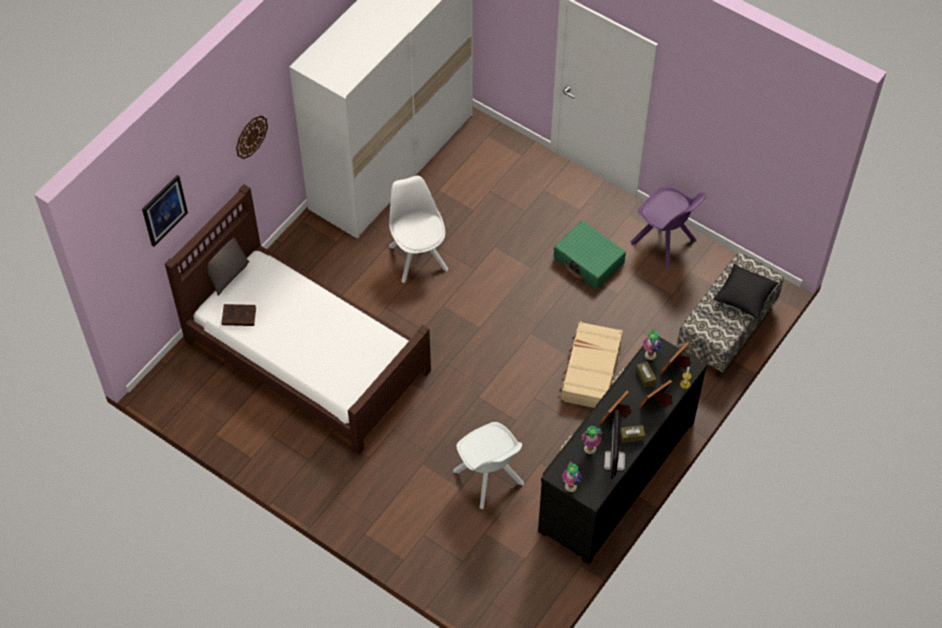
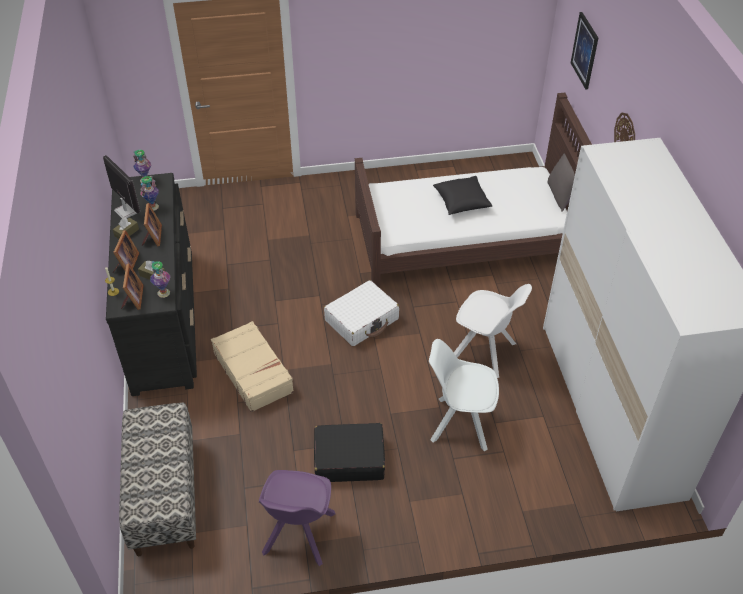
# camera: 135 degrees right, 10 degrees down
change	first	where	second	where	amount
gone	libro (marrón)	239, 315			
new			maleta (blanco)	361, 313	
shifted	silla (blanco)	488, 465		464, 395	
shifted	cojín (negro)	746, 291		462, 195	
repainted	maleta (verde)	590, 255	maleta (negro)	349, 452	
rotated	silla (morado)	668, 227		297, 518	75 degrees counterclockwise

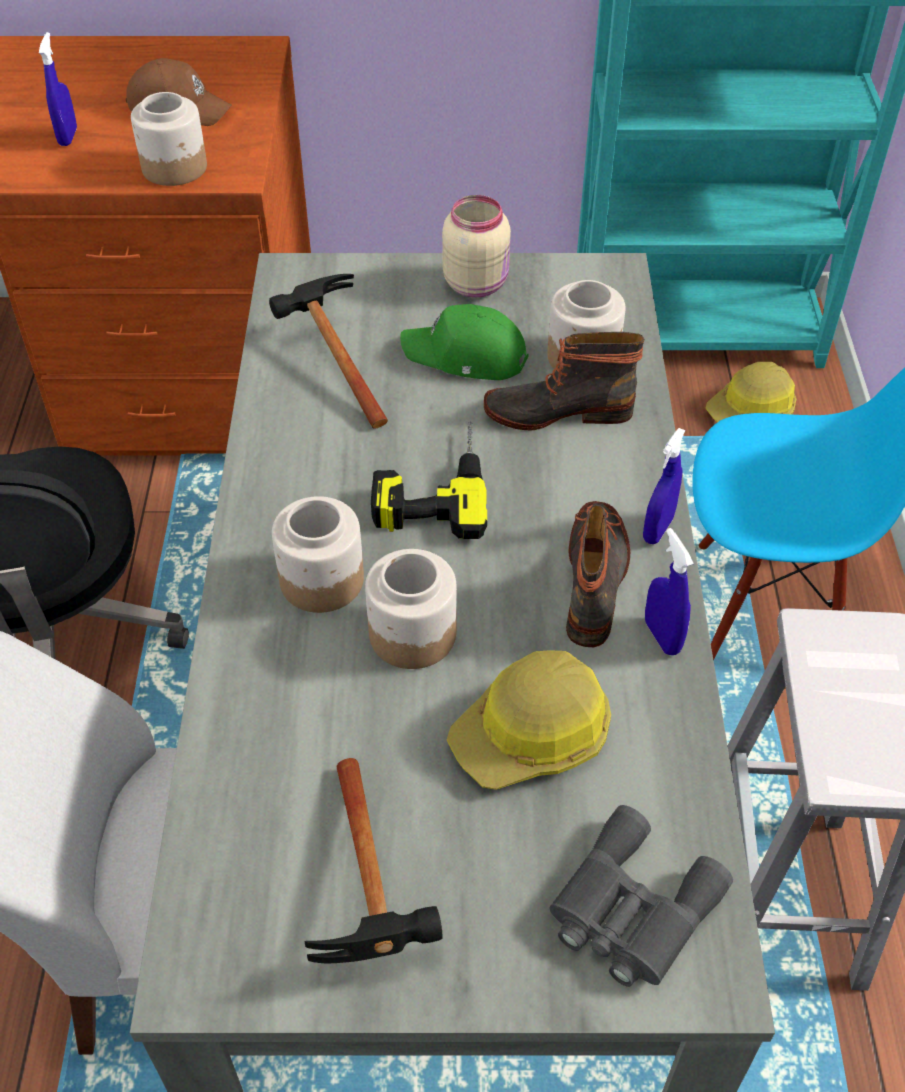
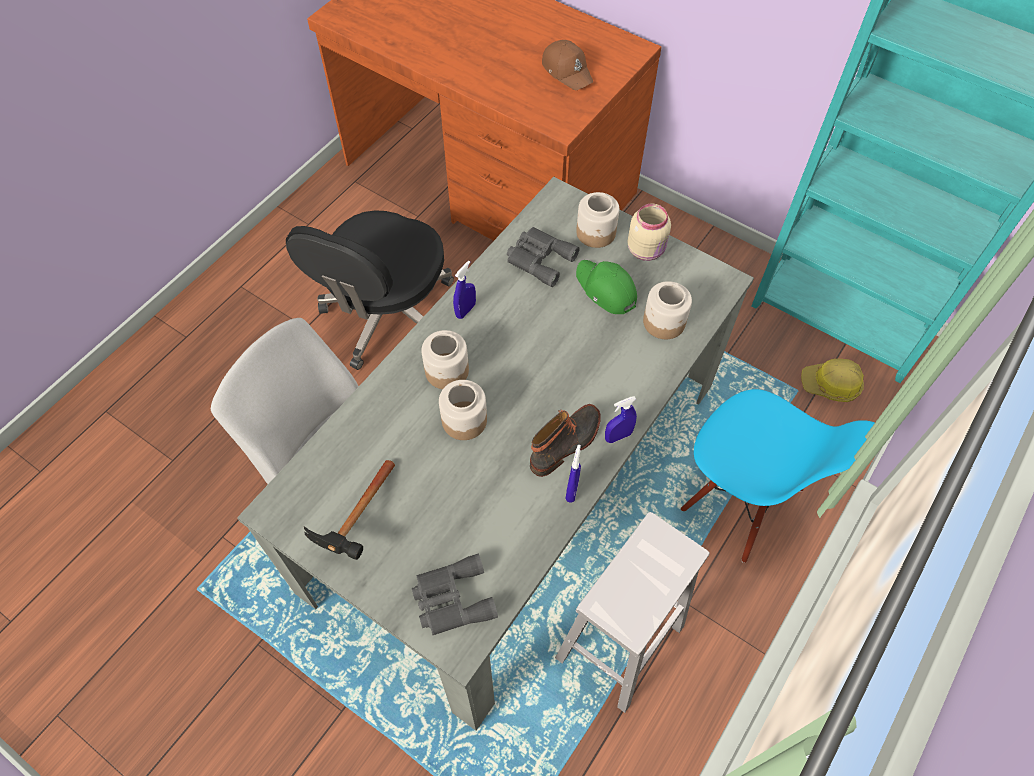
# camera: 35 degrees right, 10 degrees up
change	first	where	second	where	amount
gone	taladro	429, 480			
gone	casco	529, 720			
gone	bota	564, 381			
shifted	pulverizador (azul)	58, 89		464, 290	
shifted	tarro	169, 139		597, 220	
swapped	martillo	328, 351	prismáticos (gris)	543, 257	

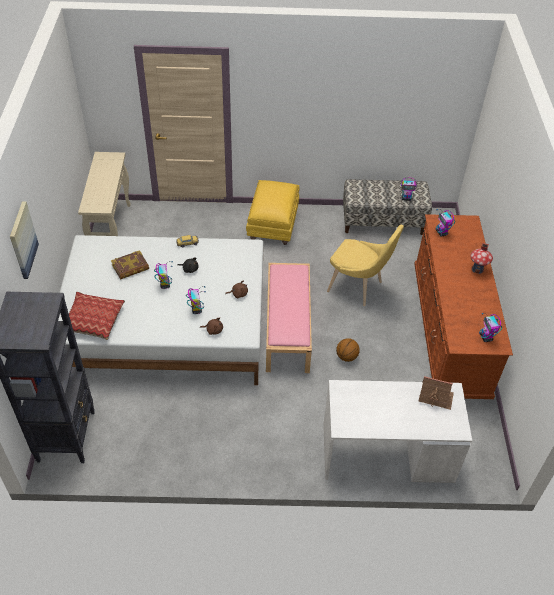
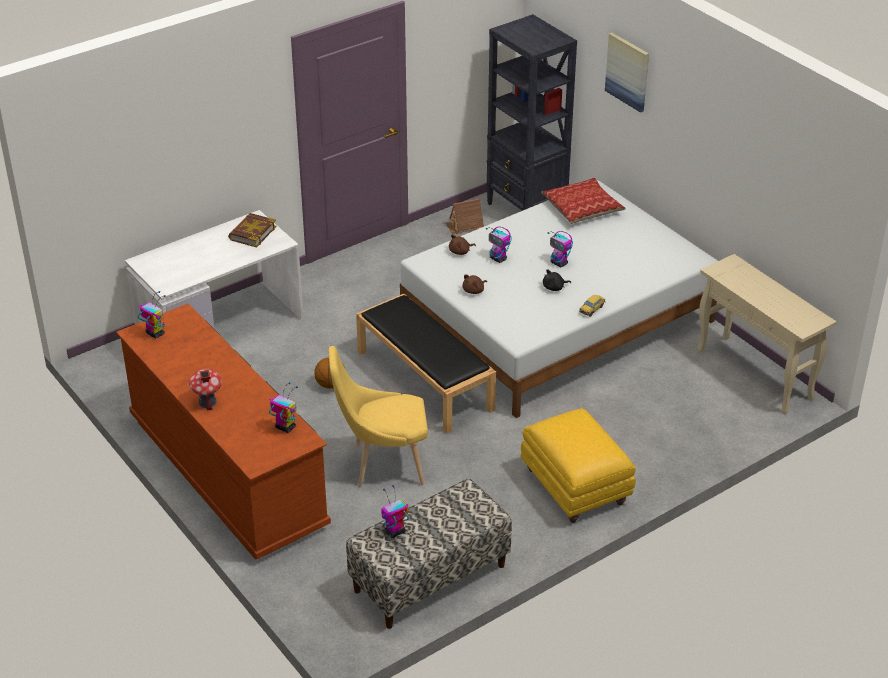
# camera: 145 degrees right, 10 degrees down
change	first	where	second	where	amount
shifted	libro	130, 265		252, 230	
shifted	casita	436, 393		464, 216	
repainted	banco (rosa)	289, 318	banco (negro)	426, 363	

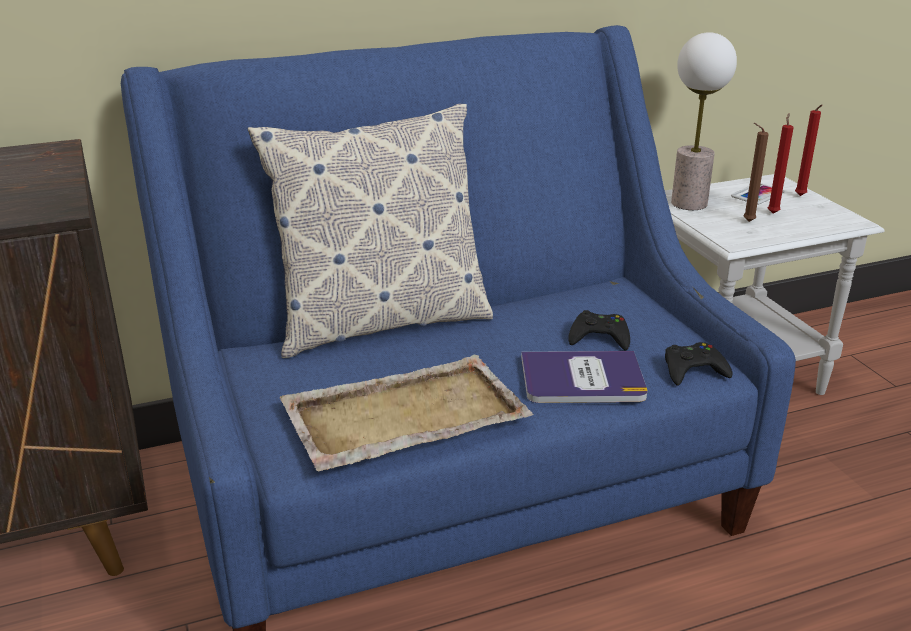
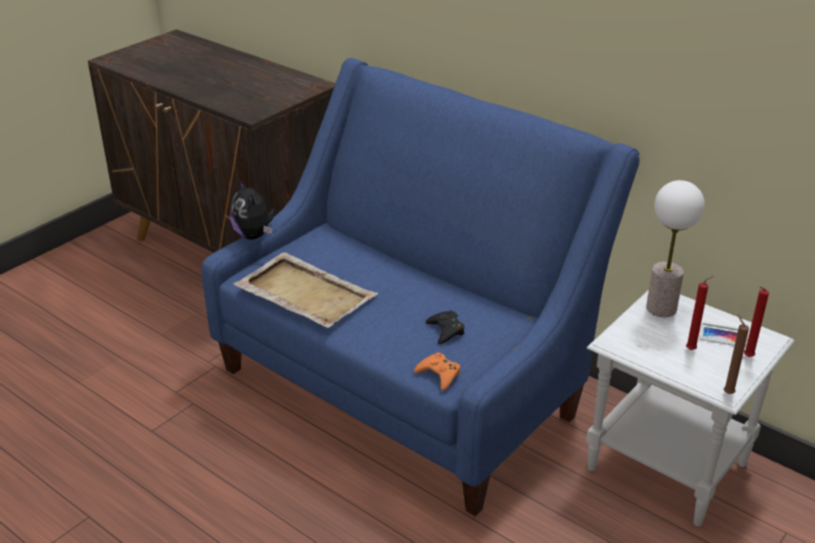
# camera: 60 degrees right, 5 degrees up
change	first	where	second	where	amount
gone	cojín	370, 231			
gone	libro	584, 377			
new			peluche	253, 209	
shifted	vela (marrón)	756, 172		736, 354	
repainted	mando de consola (negro)	699, 364	mando de consola (naranja)	437, 371	

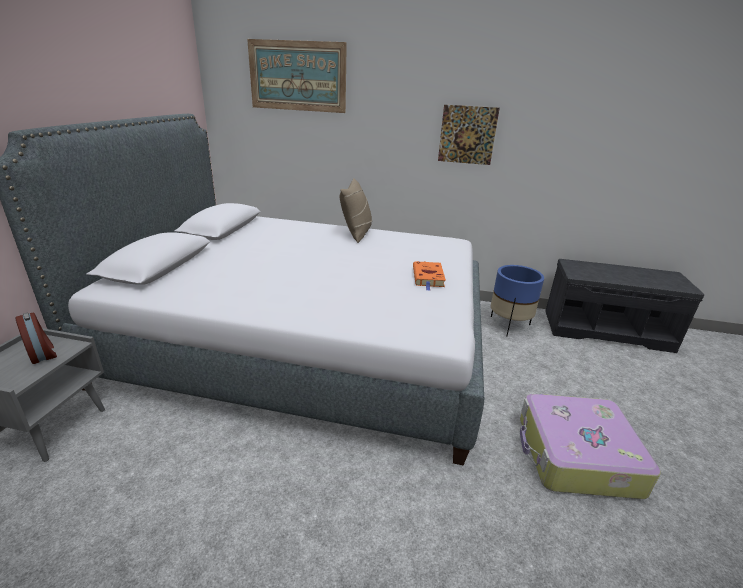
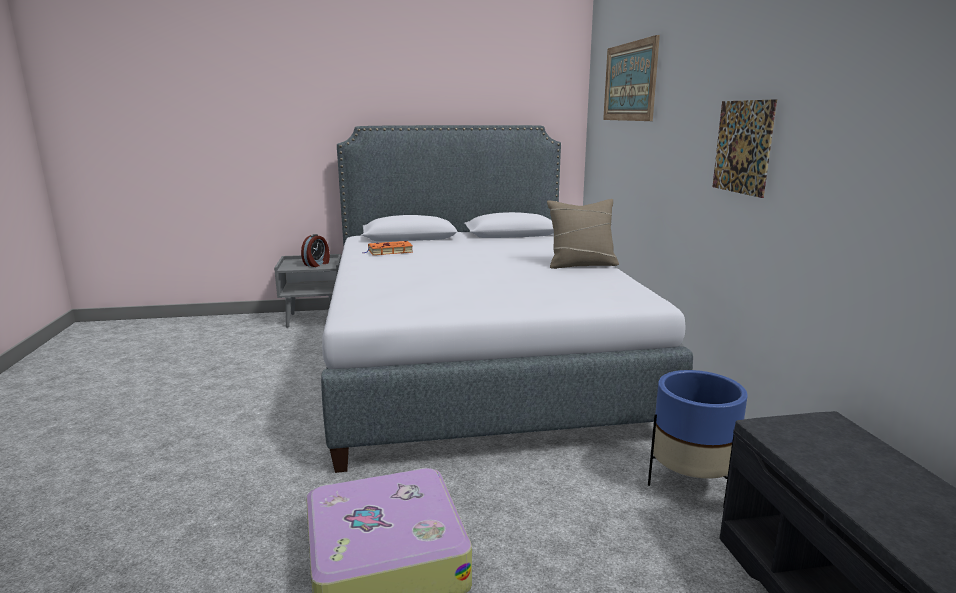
# camera: 70 degrees right, 10 degrees down
change	first	where	second	where	amount
shifted	libro (naranja)	429, 276		388, 248	

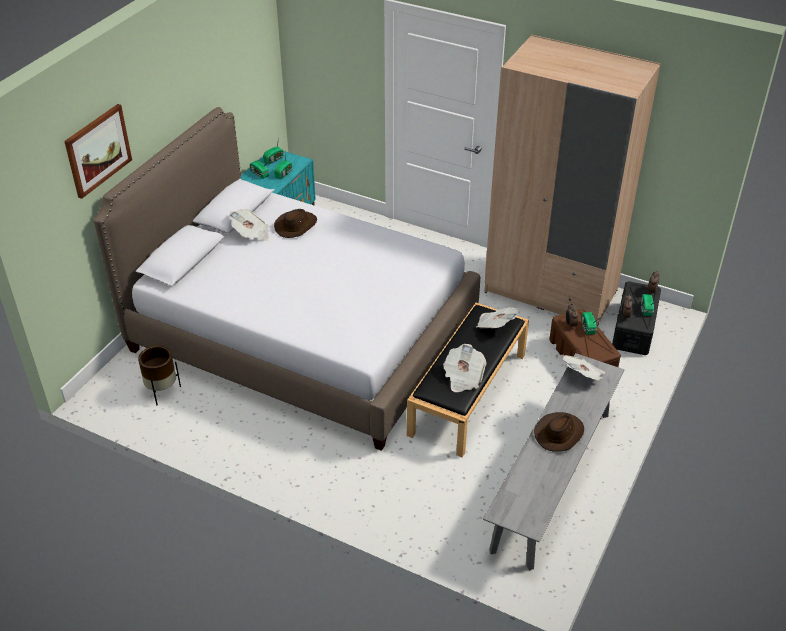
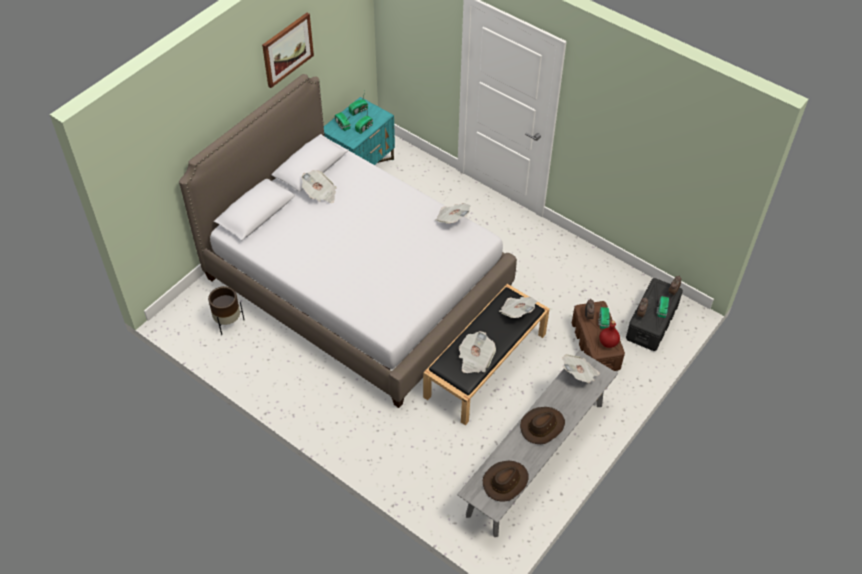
# camera: 10 degrees right, 10 degrees up
change	first	where	second	where	amount
gone	armario ropero (beis)	572, 180			
new			periódico	453, 213	
new			botella (rojo)	610, 334	
shifted	cuadro	98, 151		288, 50	
shifted	sombrero (marrón)	295, 223		506, 481	

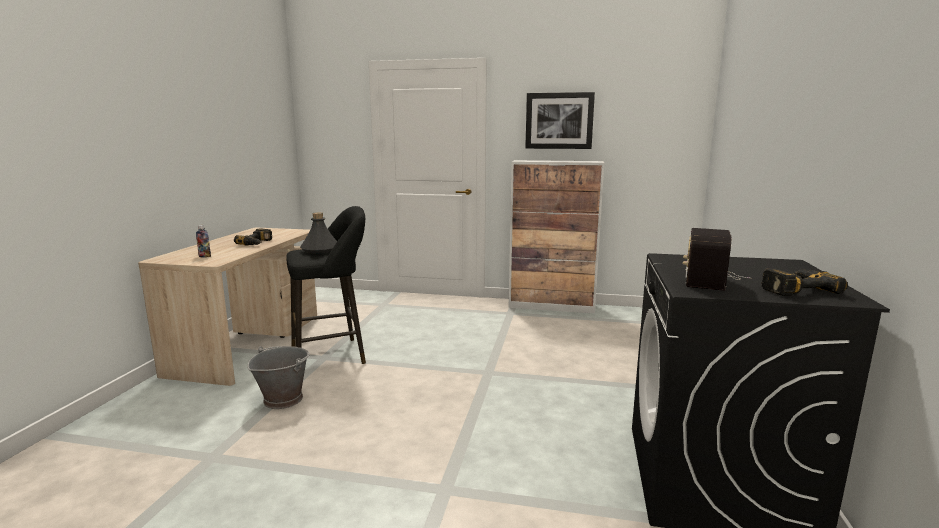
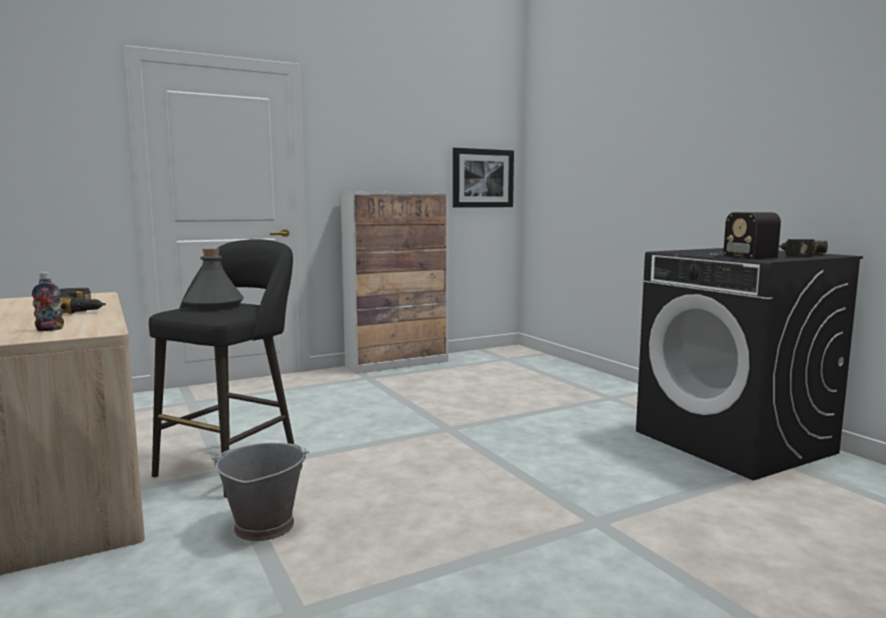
# camera: 40 degrees left, 5 degrees down
change	first	where	second	where	amount
shifted	cuadro	560, 120		483, 178	

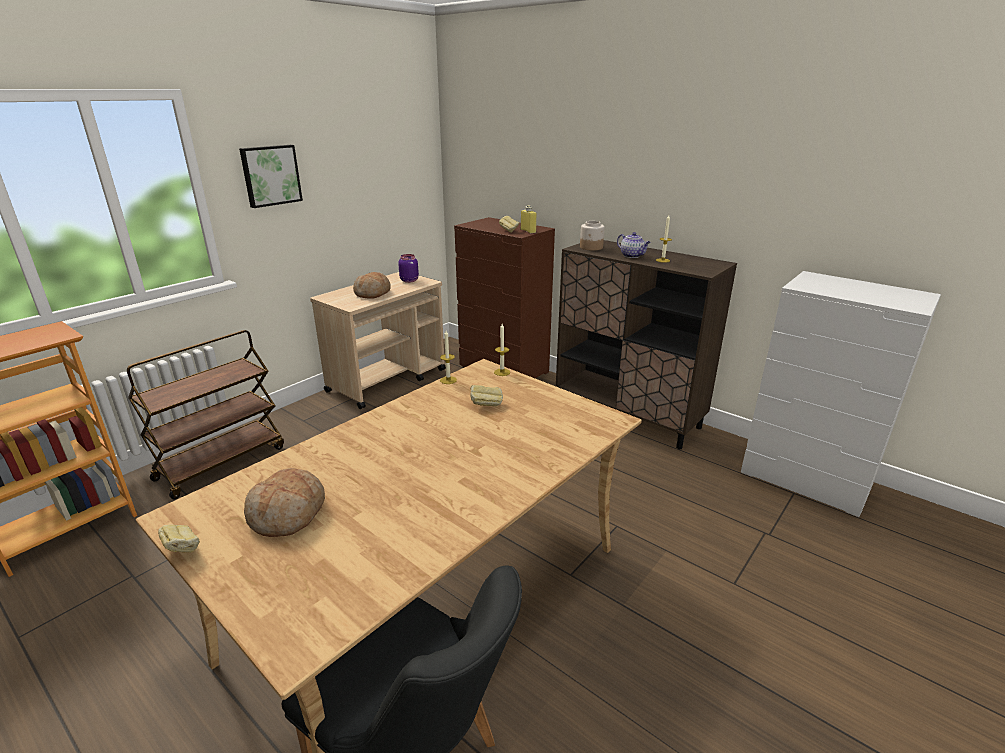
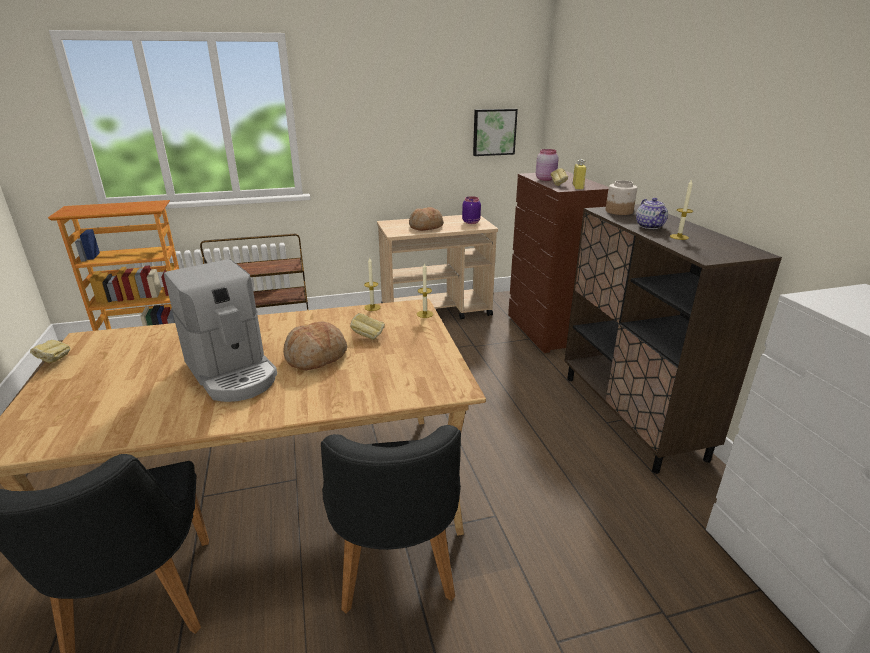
# camera: 35 degrees right, 0 degrees up
change	first	where	second	where	amount
new			cafetera	220, 330	
new			silla (negro)	391, 519	
new			tarro (rosa)	547, 165	
shifted	cuadro	271, 176		495, 132	
shifted	pan	284, 502		315, 346	

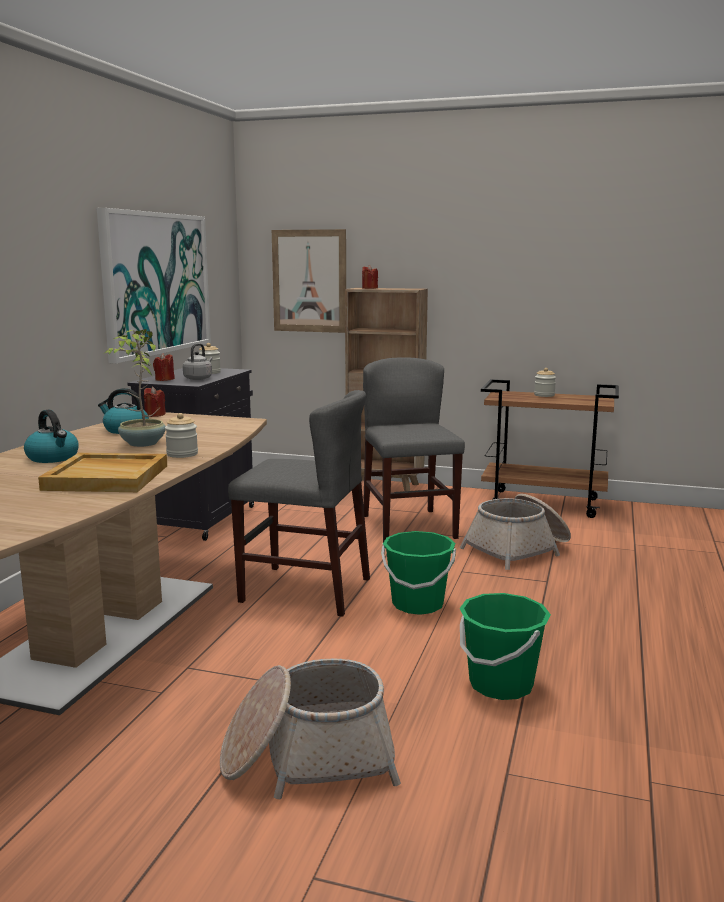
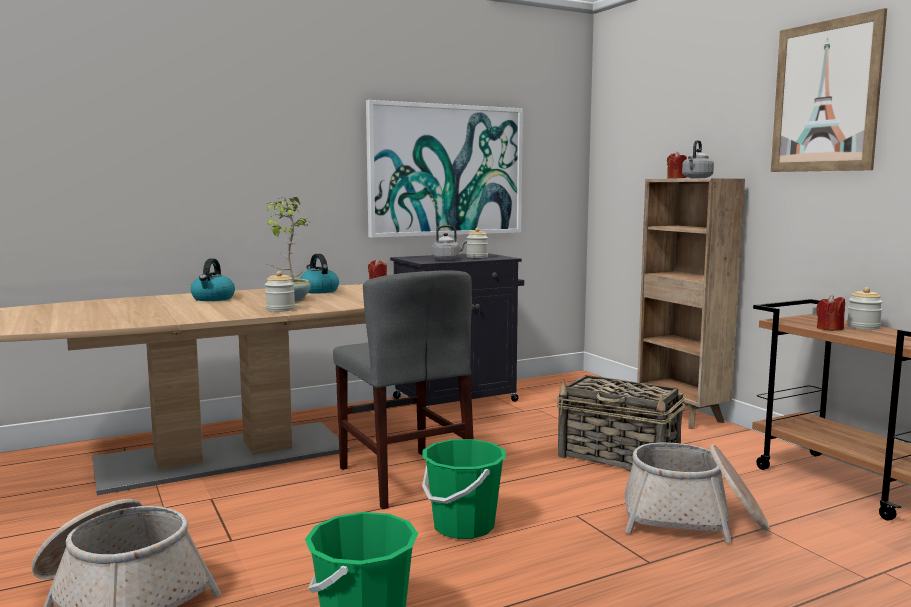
# camera: 45 degrees right, 5 degrees down
change	first	where	second	where	amount
gone	bandeja (beis)	102, 472			
new			hervidor (gris)	698, 159	
shifted	vela (rojo)	164, 367		830, 312	
shifted	cuadro	309, 281		829, 90	
swapped	silla (gris)	414, 450	cesta	621, 422	

